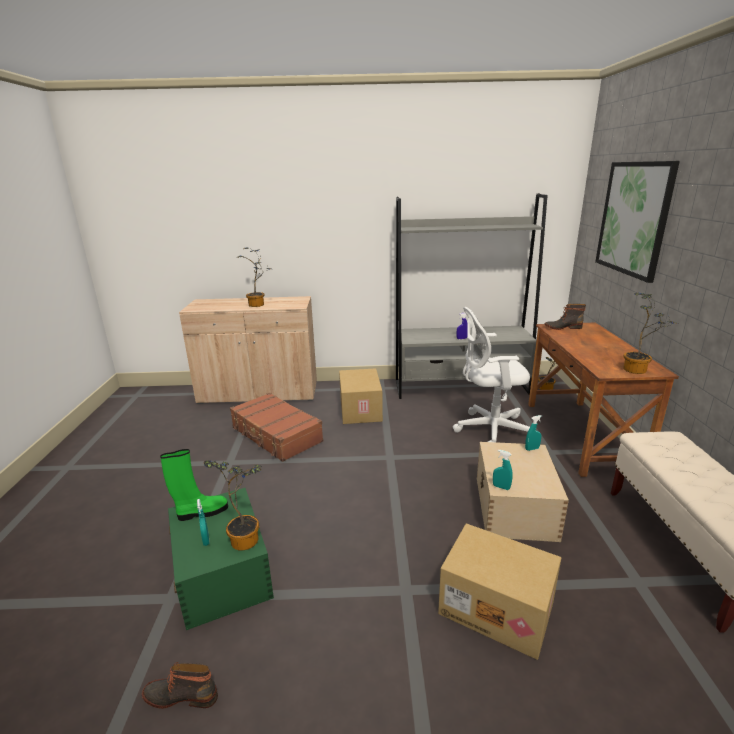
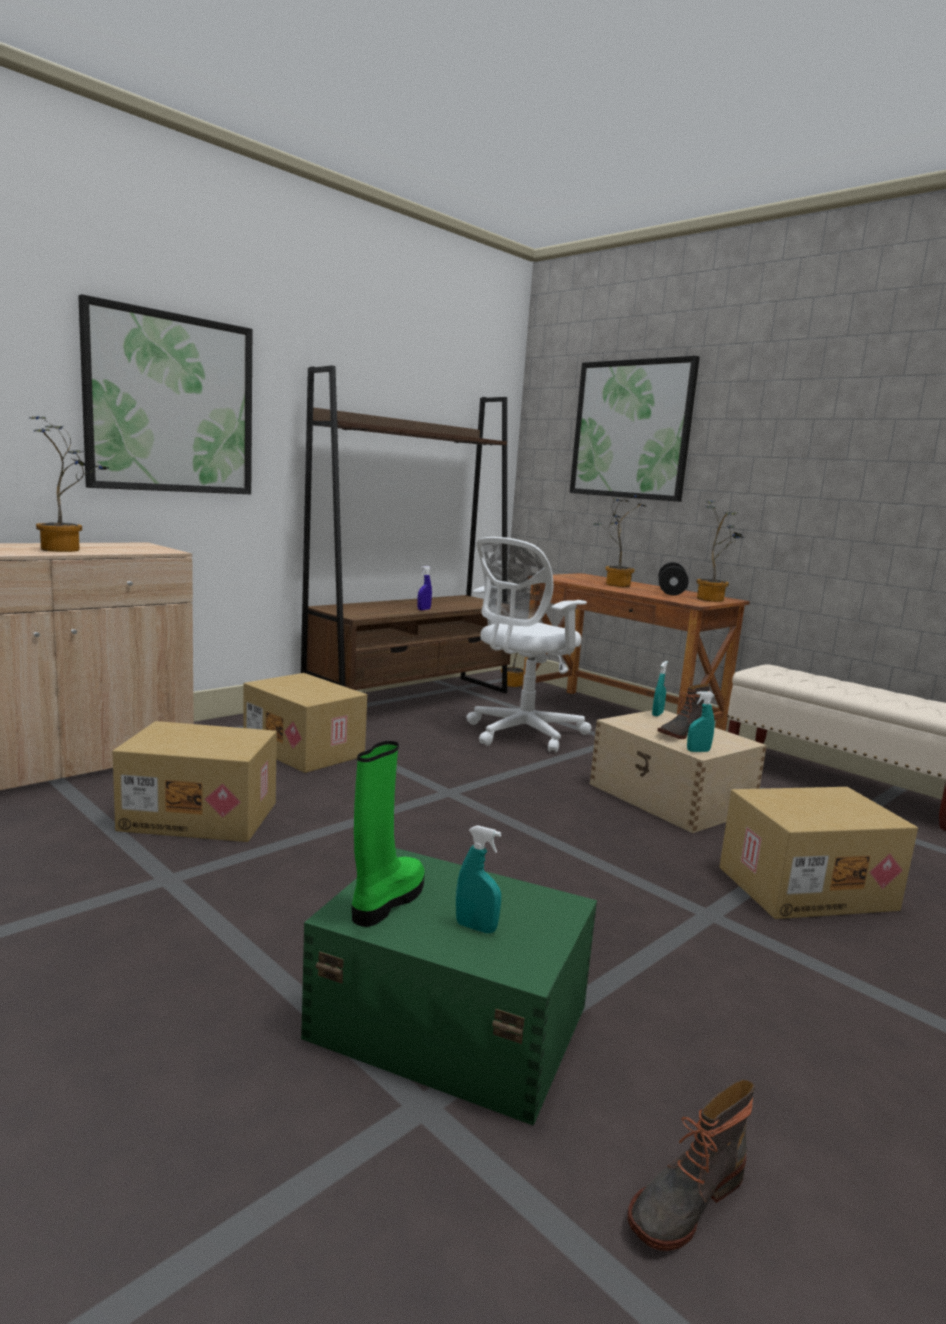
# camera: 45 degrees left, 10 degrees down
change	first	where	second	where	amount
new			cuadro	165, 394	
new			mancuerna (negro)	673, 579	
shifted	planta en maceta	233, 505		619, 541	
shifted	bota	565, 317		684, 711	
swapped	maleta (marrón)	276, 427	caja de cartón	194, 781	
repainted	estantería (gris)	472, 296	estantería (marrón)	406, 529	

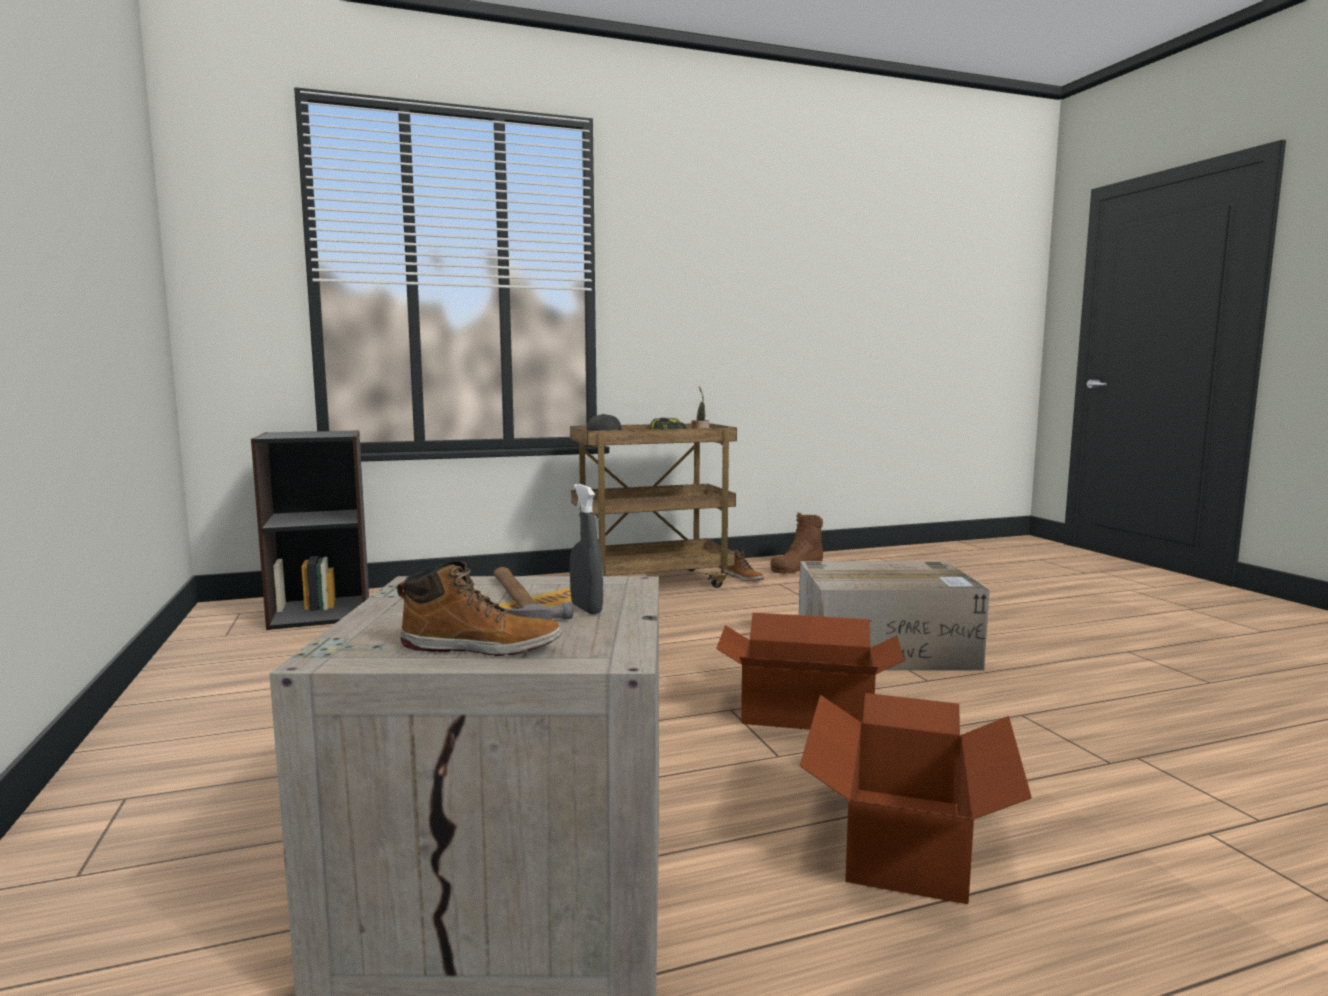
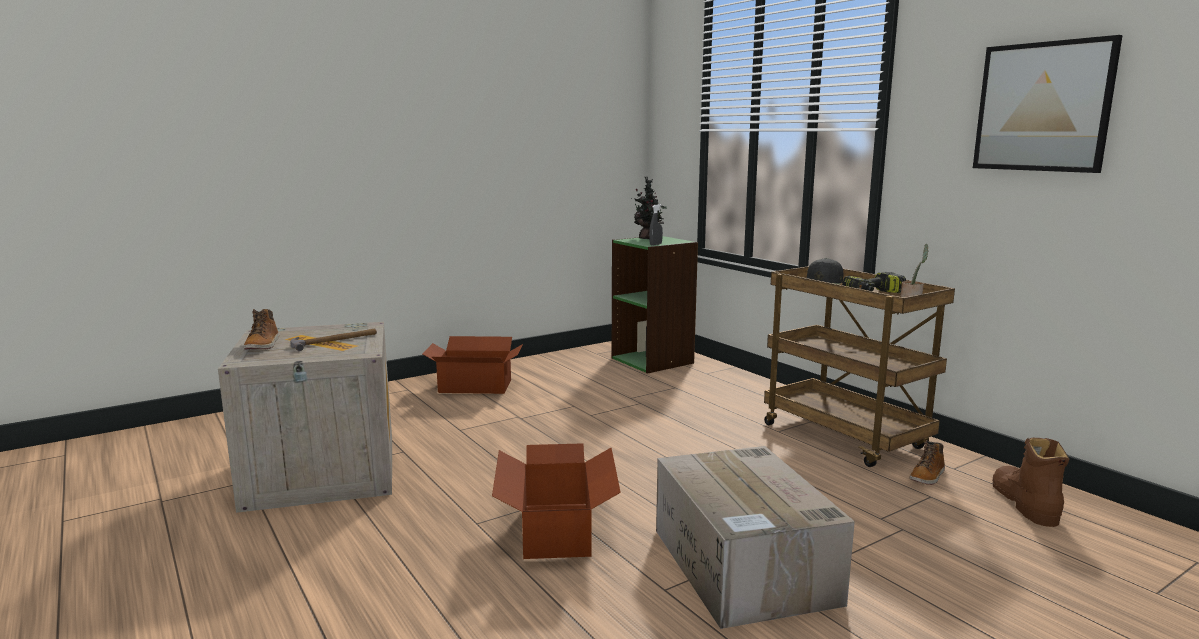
# camera: 75 degrees right, 5 degrees up
change	first	where	second	where	amount
new			planta en maceta	650, 207	
new			cuadro	1048, 104	
shifted	pulverizador (gris)	586, 549		656, 224	
shifted	caja de cartón	916, 798		473, 365	
repainted	estantería (negro)	310, 530	estantería (verde)	655, 305	
rotated	bota (marrón)	796, 543		1030, 482	60 degrees clockwise

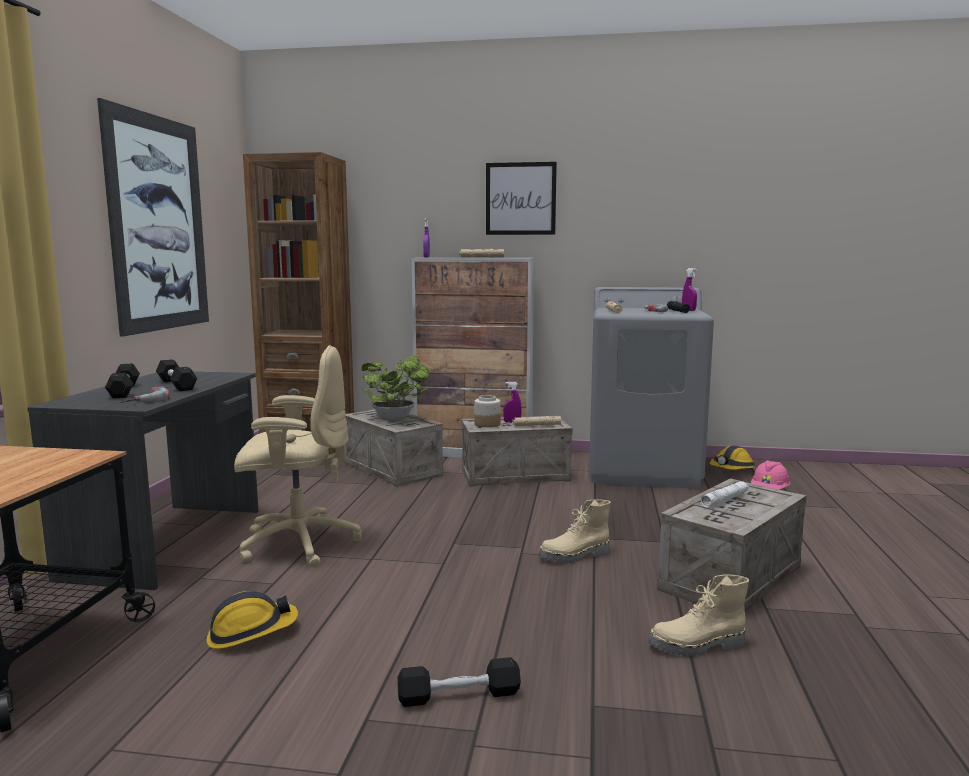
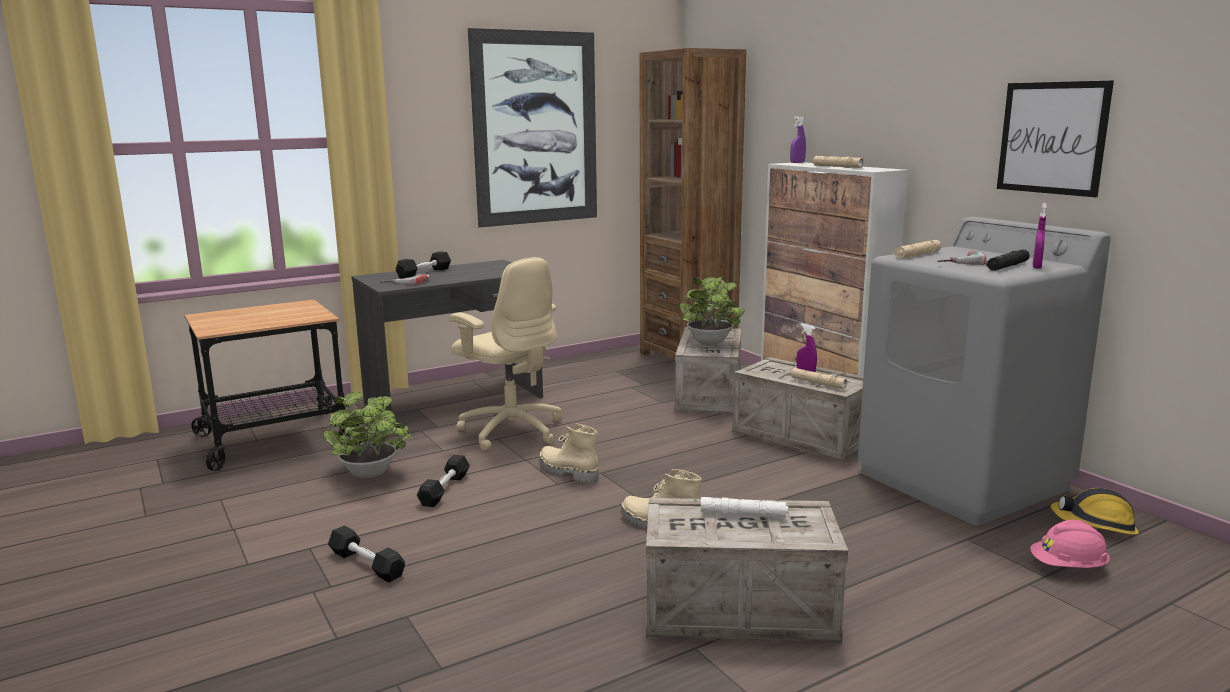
# camera: 50 degrees right, 5 degrees up
change	first	where	second	where	amount
gone	tarro	487, 411			
shifted	mancuerna (negro)	176, 375		443, 481	
shifted	cuadro	521, 198		1055, 139	
shifted	bota (beis)	698, 615		569, 453	
swapped	casco	252, 620	planta en maceta	367, 435	

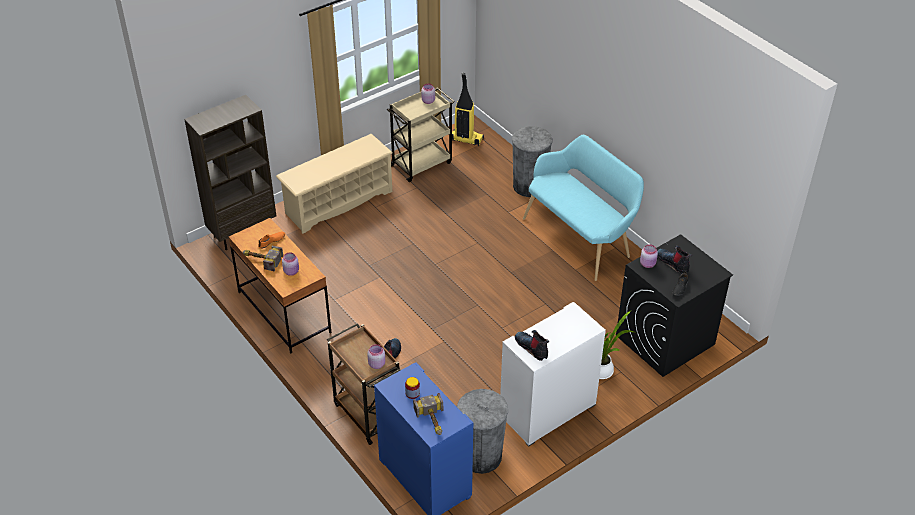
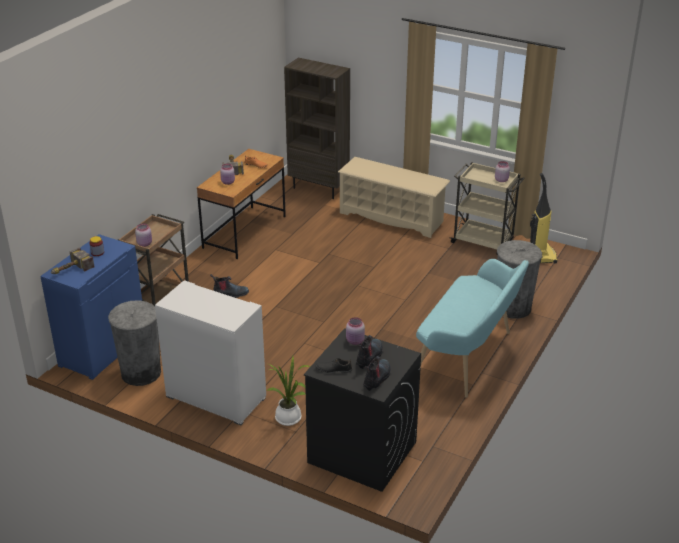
# camera: 65 degrees right, 10 degrees down
change	first	where	second	where	amount
shifted	bota	532, 345		377, 373	

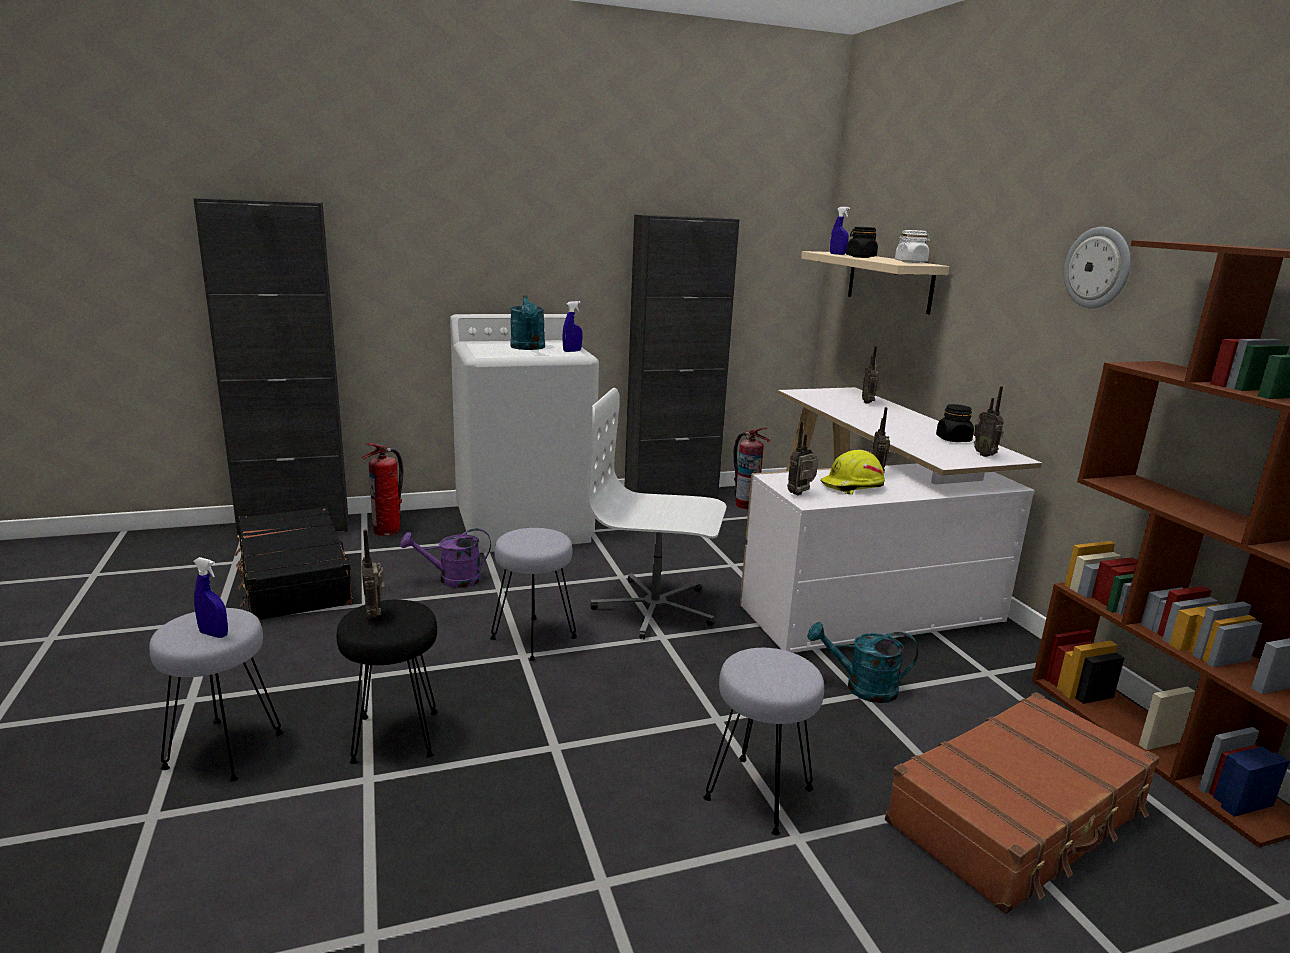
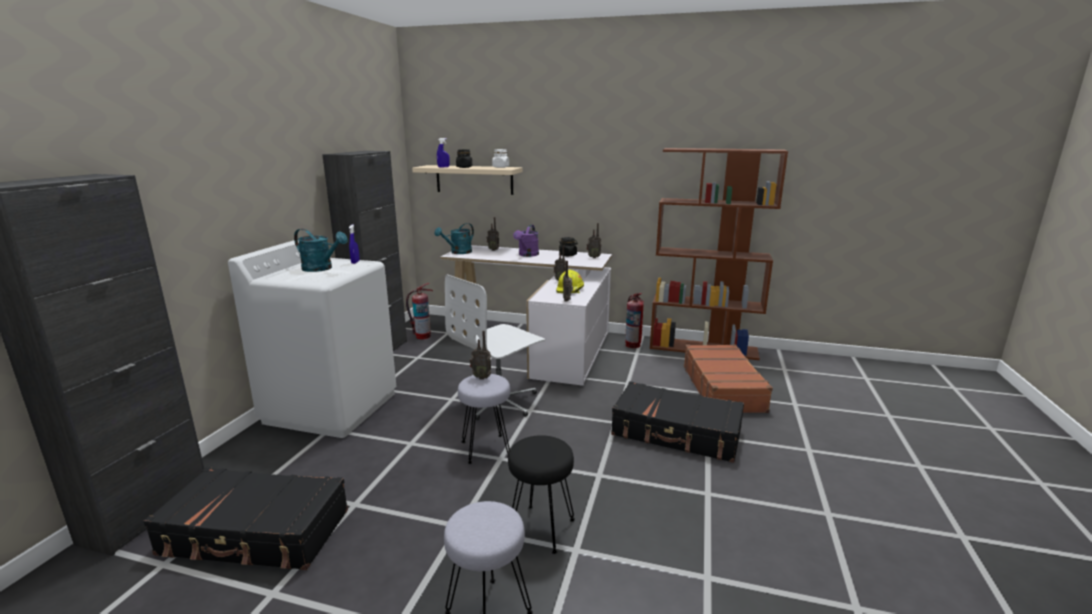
# camera: 55 degrees left, 0 degrees up
change	first	where	second	where	amount
gone	pulverizador (azul)	210, 597			
gone	reloj de pared	1097, 267			
shifted	extintor	382, 489		634, 320	
shifted	radio	374, 574		480, 355	
shifted	regadera (morado)	445, 558		526, 241	
shifted	regadera (turquesa)	862, 662		454, 238	
swapped	taburete (gris)	764, 741	maleta (negro)	677, 422	

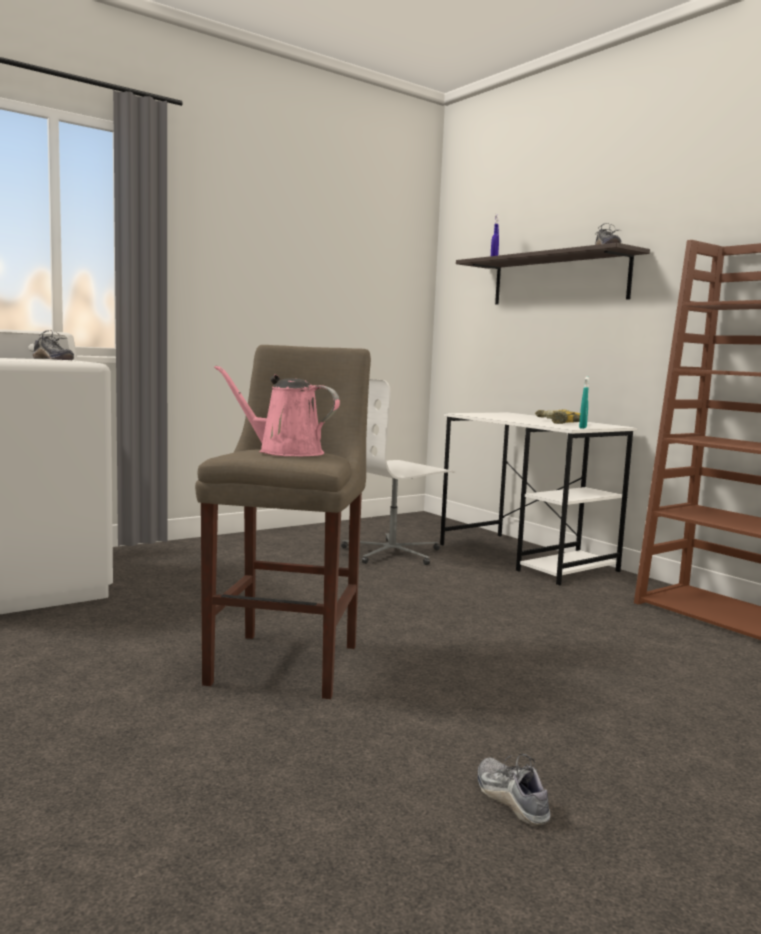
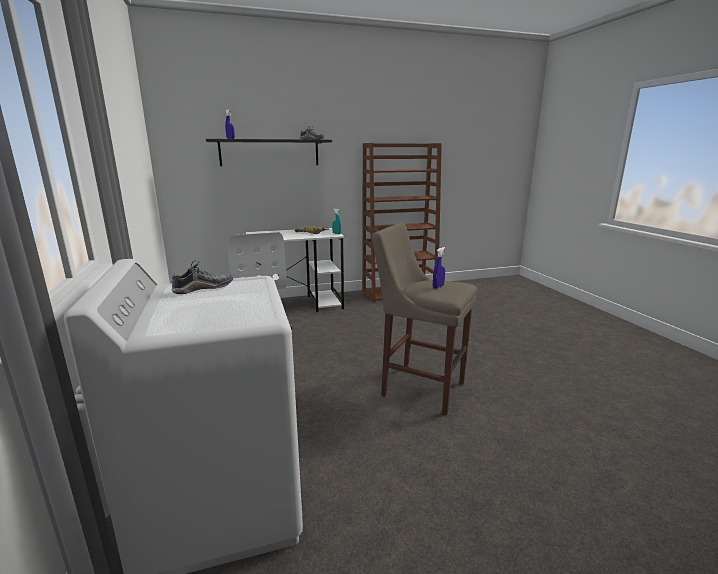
# camera: 70 degrees left, 10 degrees up
change	first	where	second	where	amount
gone	zapato	514, 789			
swapped	regadera (rosa)	277, 410	pulverizador (azul)	439, 268	

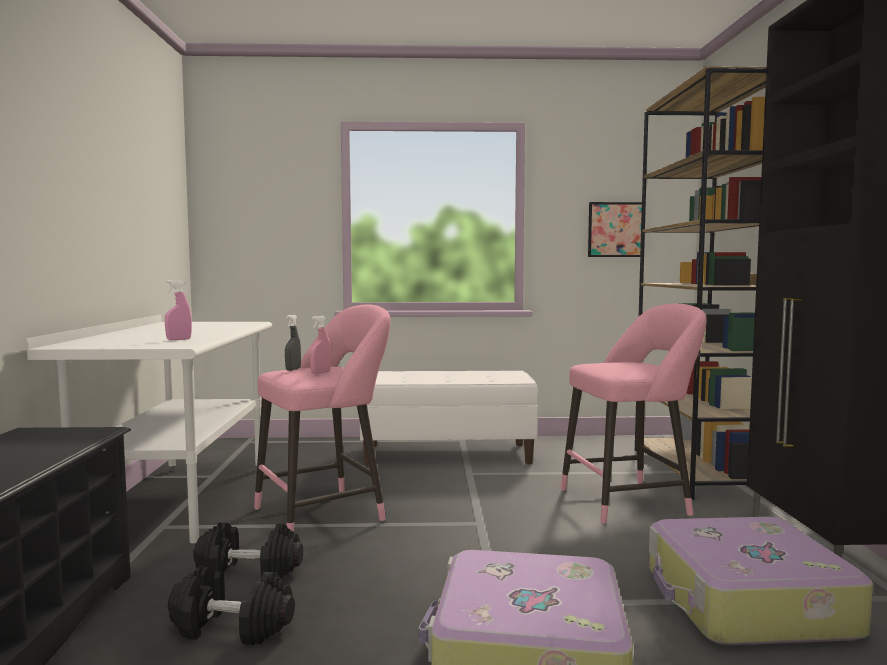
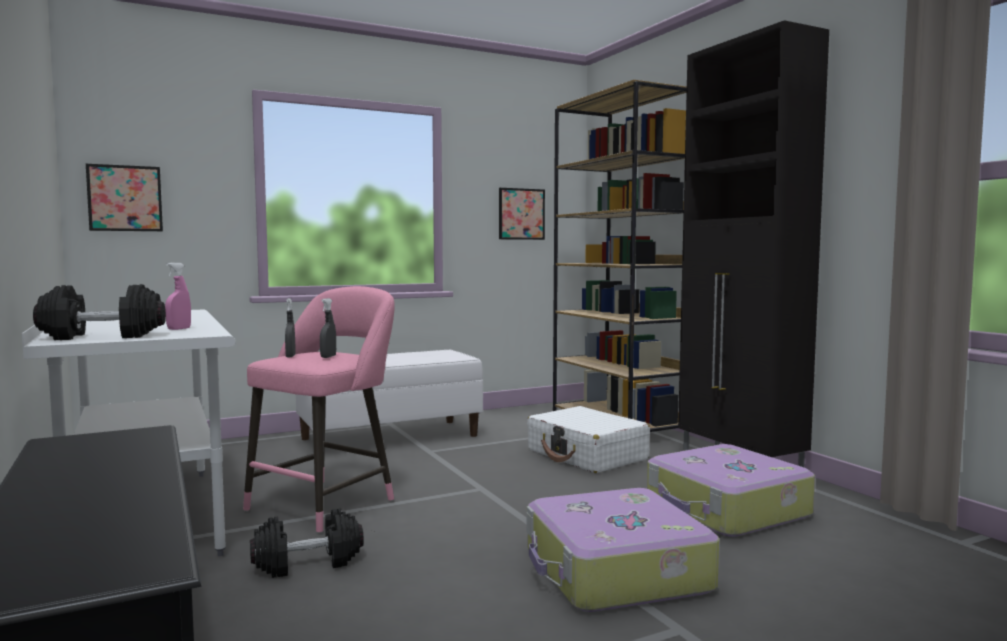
# camera: 25 degrees left, 0 degrees up
change	first	where	second	where	amount
new			cuadro	124, 197	
shifted	mancuerna (negro)	231, 605		99, 312	
swapped	taburete (rosa)	633, 414	maleta (blanco)	588, 439	
repainted	pulverizador (rosa)	320, 345	pulverizador (gris)	328, 328	

